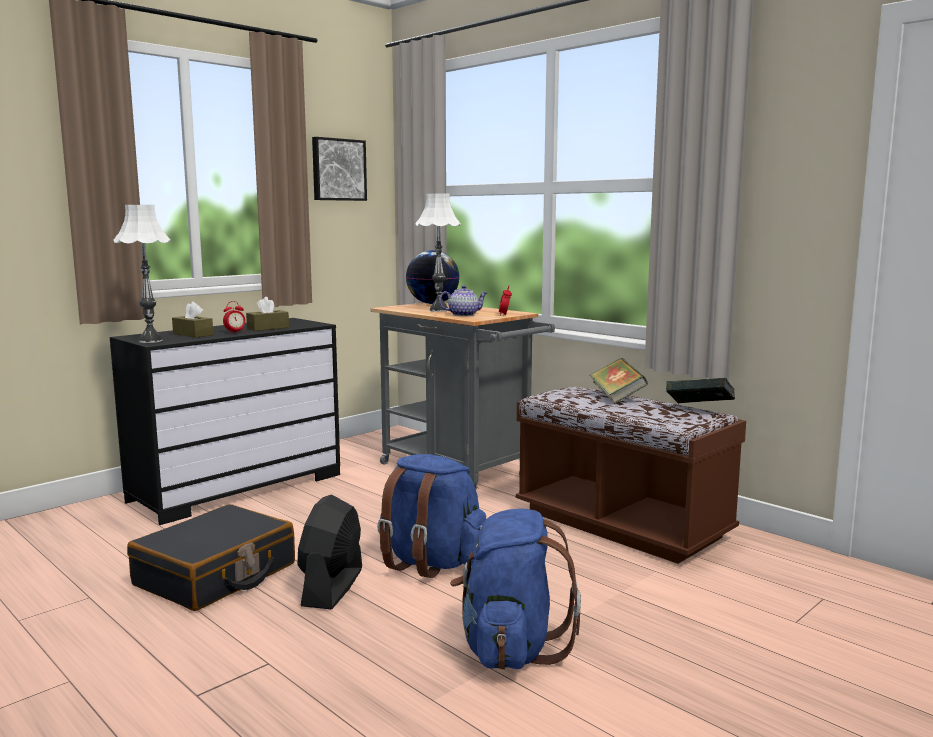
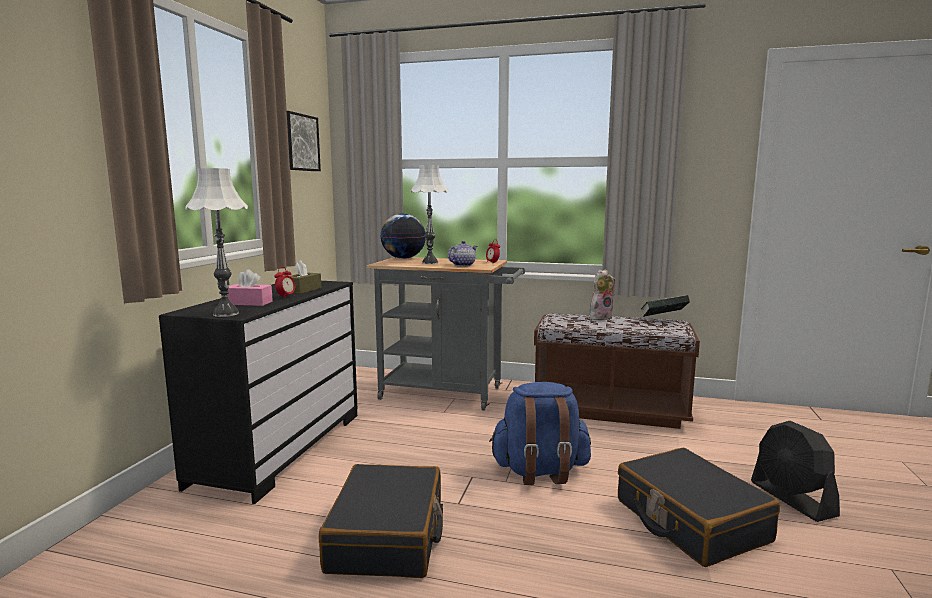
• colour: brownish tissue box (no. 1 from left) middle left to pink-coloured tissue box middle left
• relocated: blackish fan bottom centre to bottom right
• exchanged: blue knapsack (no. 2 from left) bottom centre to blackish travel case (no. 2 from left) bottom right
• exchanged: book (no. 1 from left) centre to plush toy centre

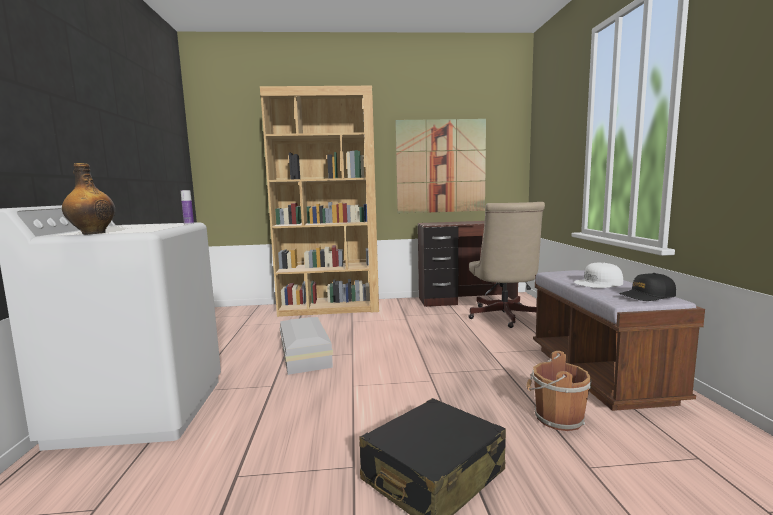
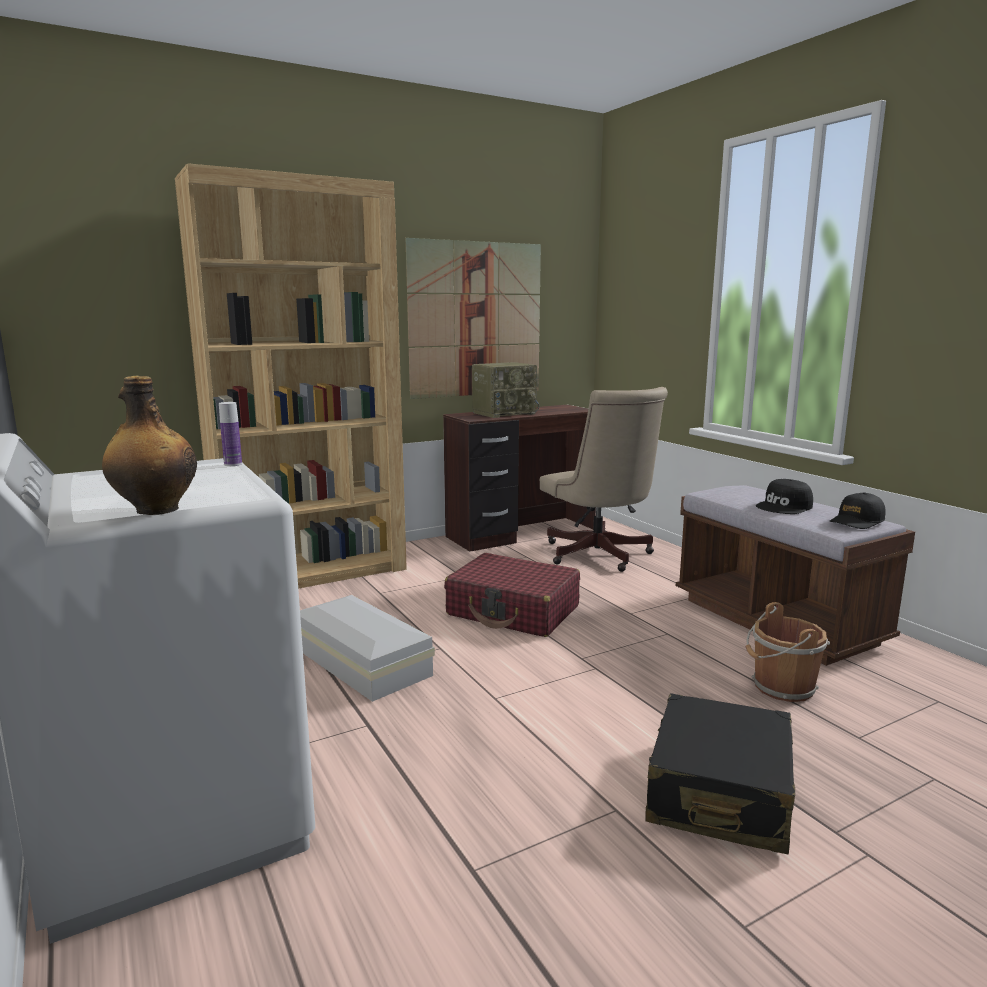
• colour: whitish peaked cap middle right to blackish peaked cap (no. 1 from left) middle right
• appeared: red travel case centre
• appeared: radio receiver centre

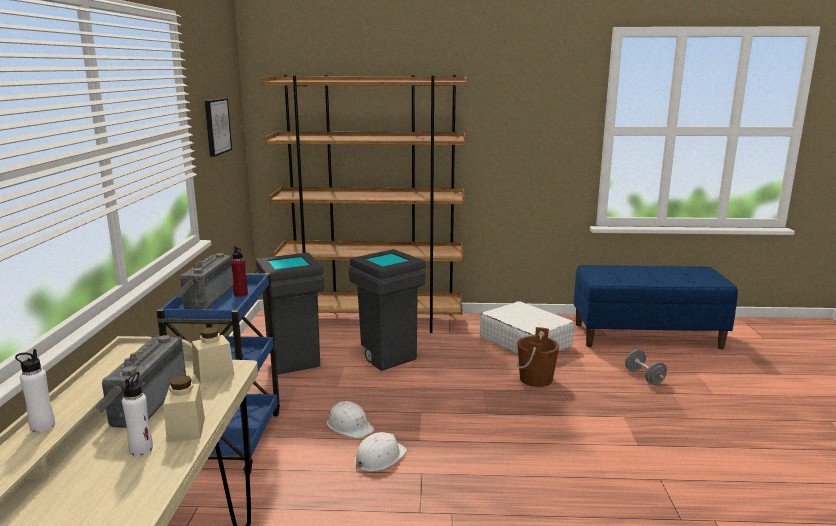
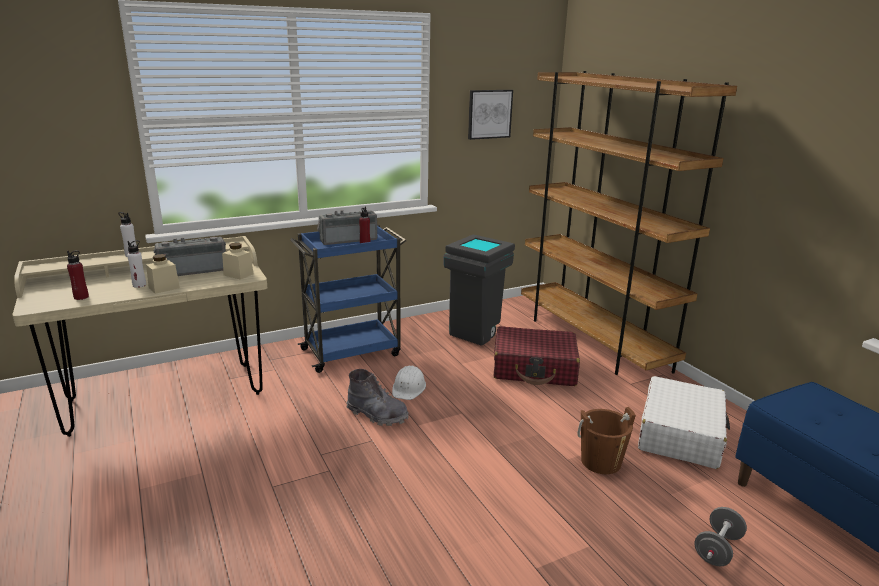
• exchanged: gray rubbish bin (no. 2 from left) centre to red travel case centre
• exchanged: whitish hard hat (no. 2 from left) bottom centre to gray high-top boot bottom centre
• appeared: red beverage bottle (no. 1 from left) middle left

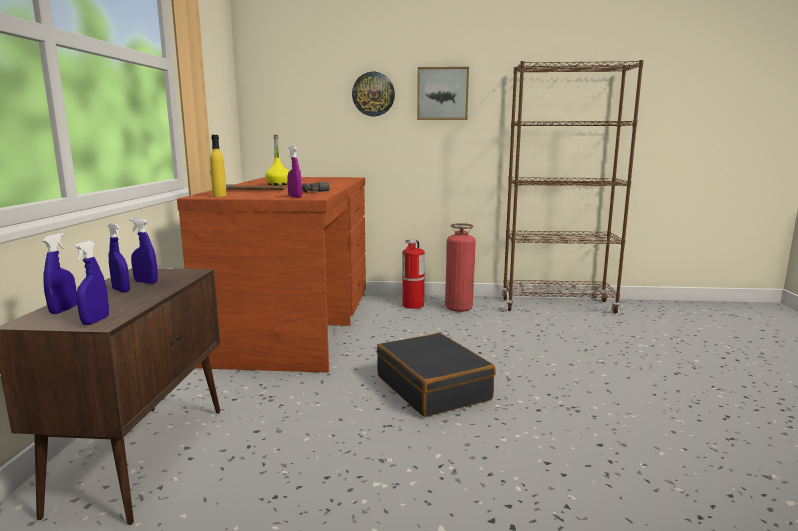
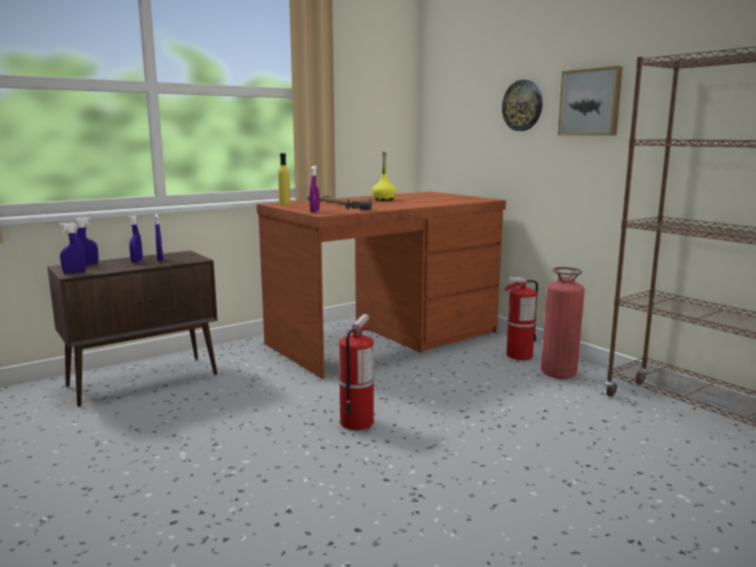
• exchanged: blackish travel case bottom centre to extinguisher (no. 1 from left) centre

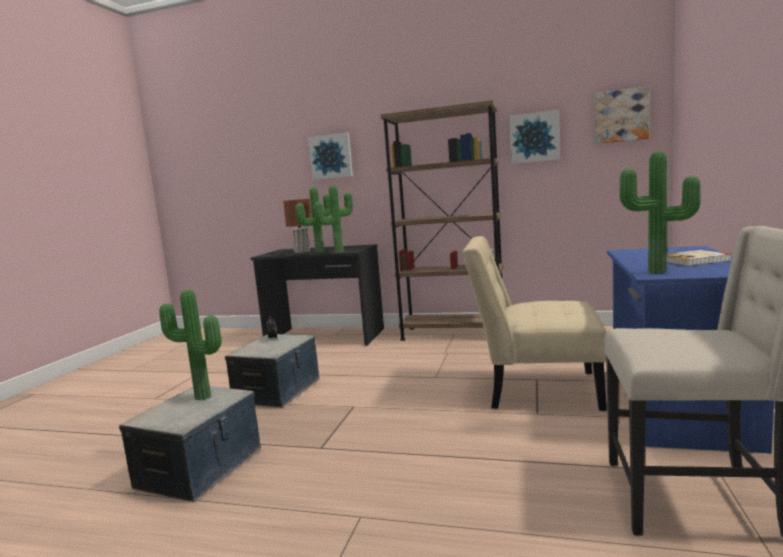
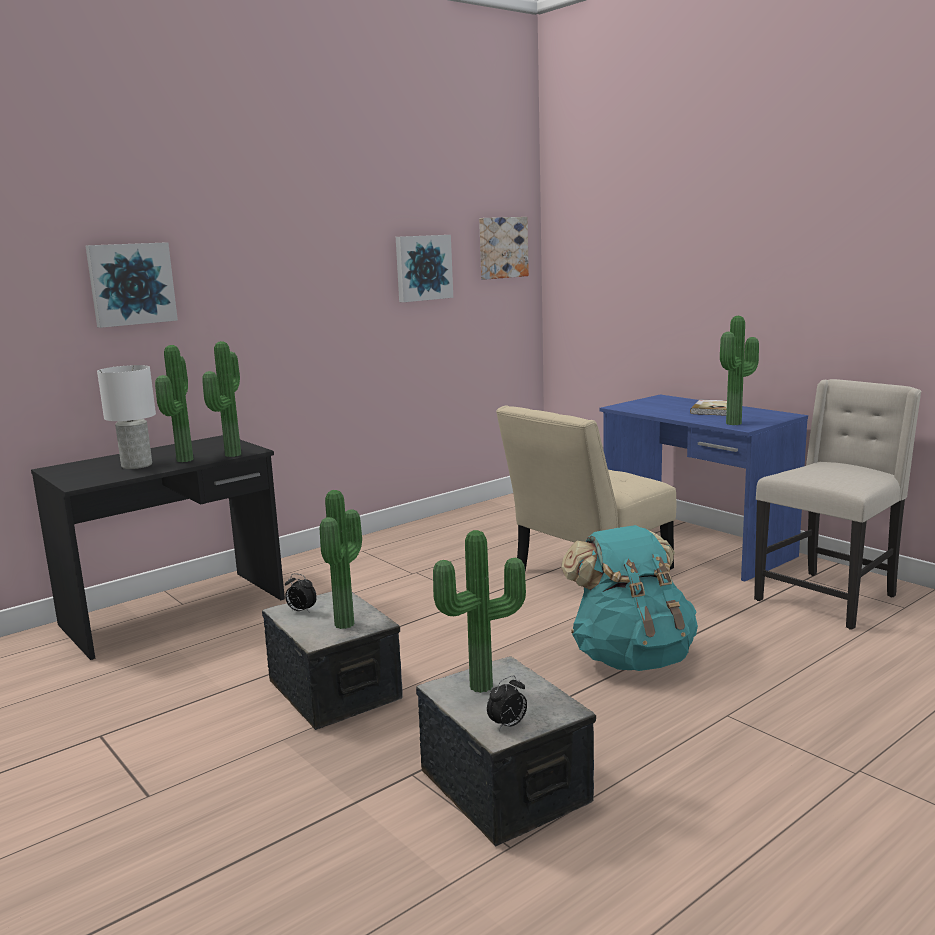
• colour: brownish lamp for a table centre to whitish lamp for a table middle left
• missing: brownish bookcase centre
• appeared: potted plant (no. 3 from left) centre
• appeared: table clock (no. 2 from left) bottom centre
• appeared: turquoise knapsack middle right

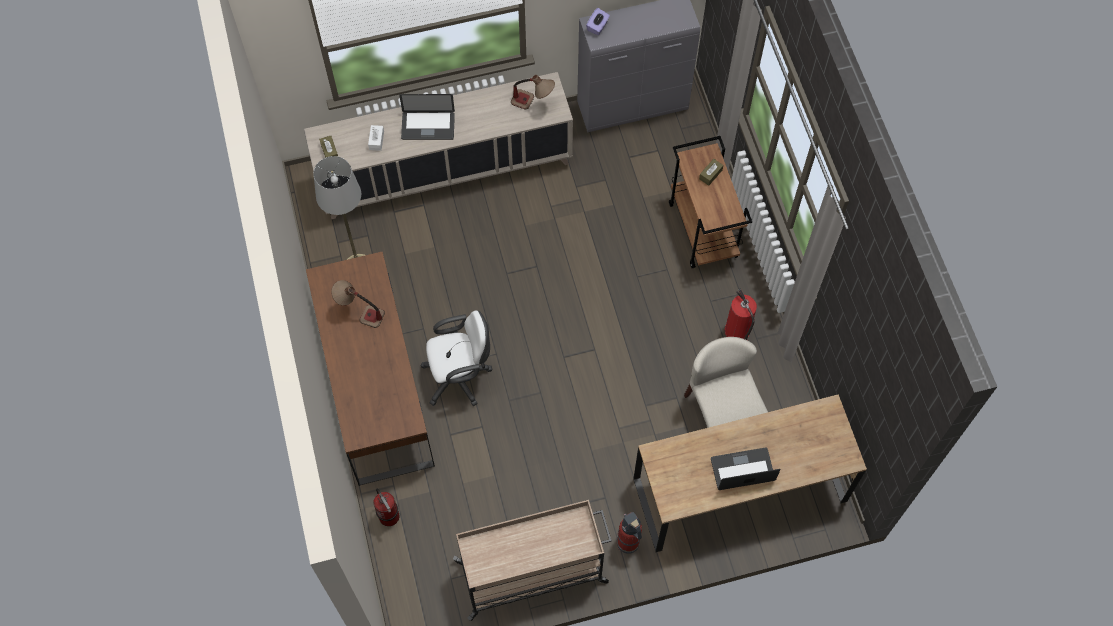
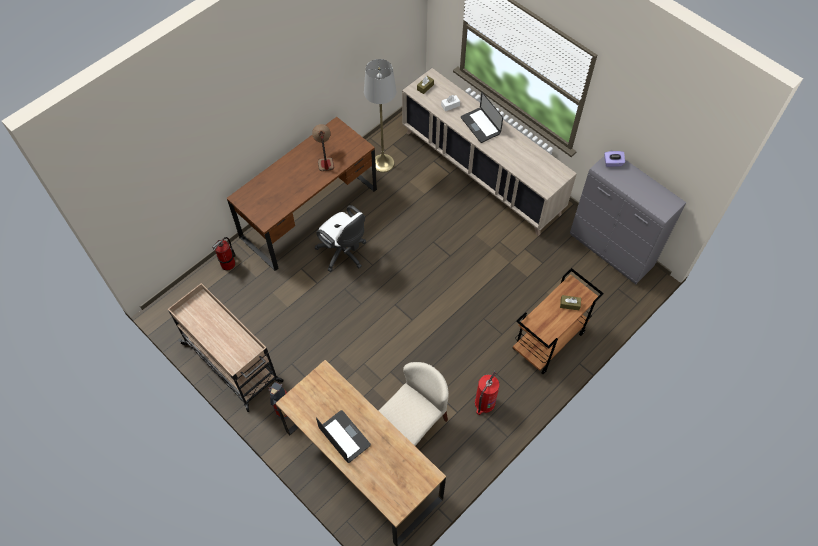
• missing: lamp for a table (no. 2 from left) top centre

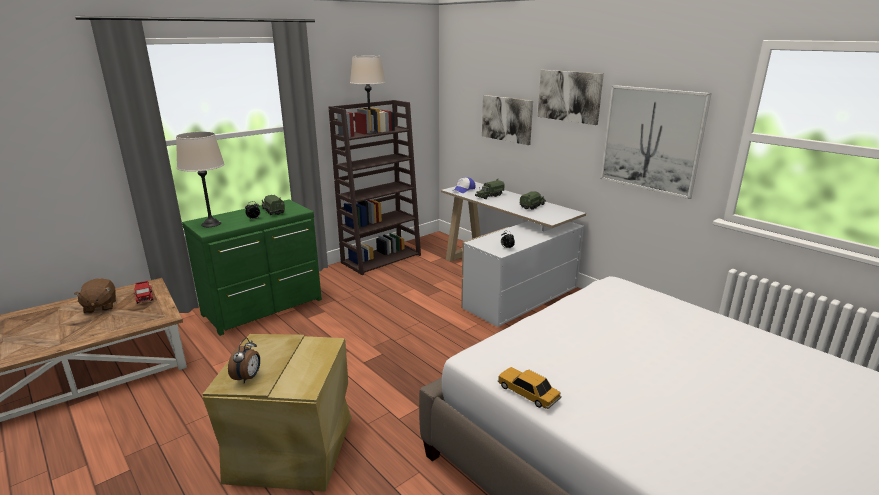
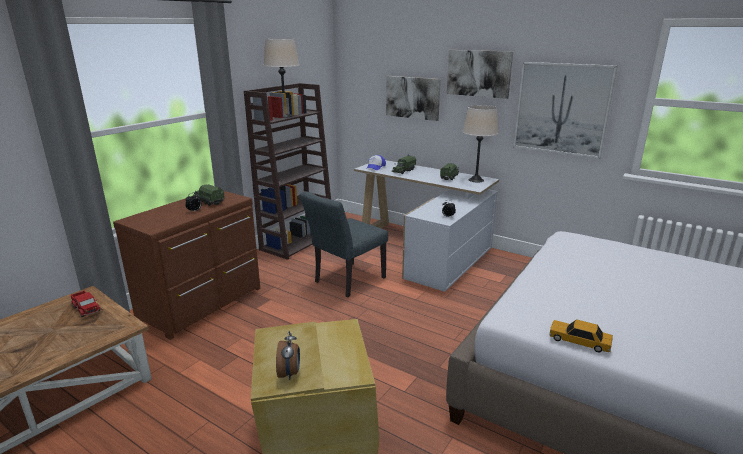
• missing: brownish plush toy middle left
• relocated: beige-coloured lamp for a table (no. 1 from left in the first image) middle left to beige-coloured lamp for a table (no. 2 from left) top centre
• colour: greenish drawer chest middle left to brownish drawer chest middle left
• appeared: gray chair centre

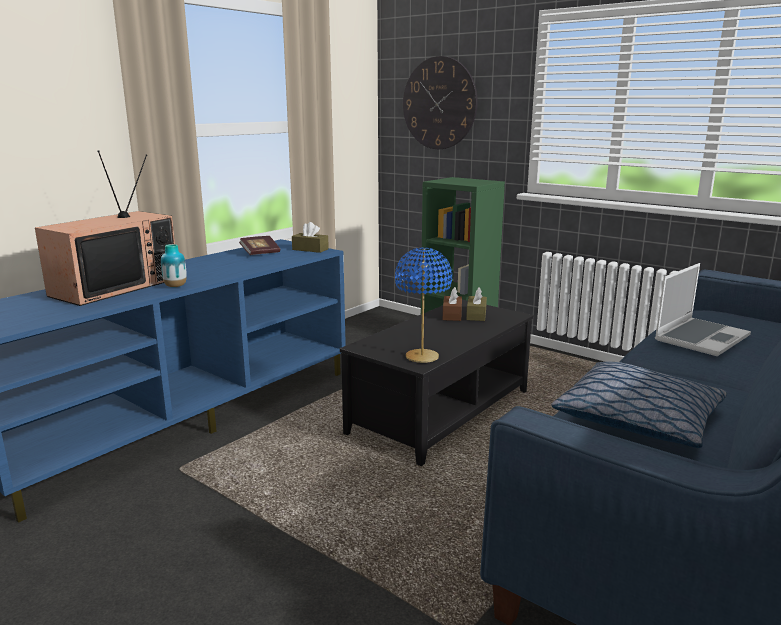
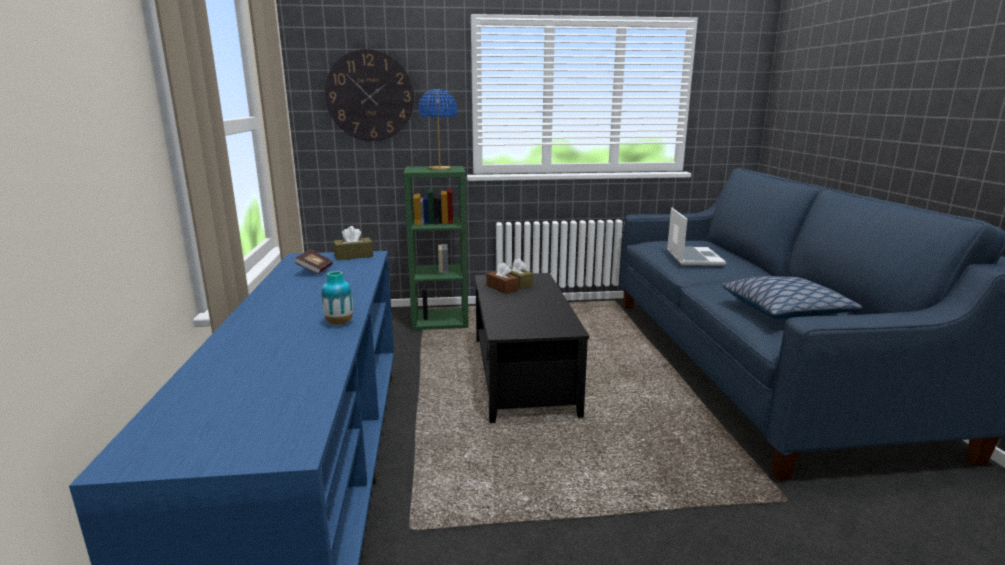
• missing: television middle left
• relocated: blue lamp for a table centre to top centre

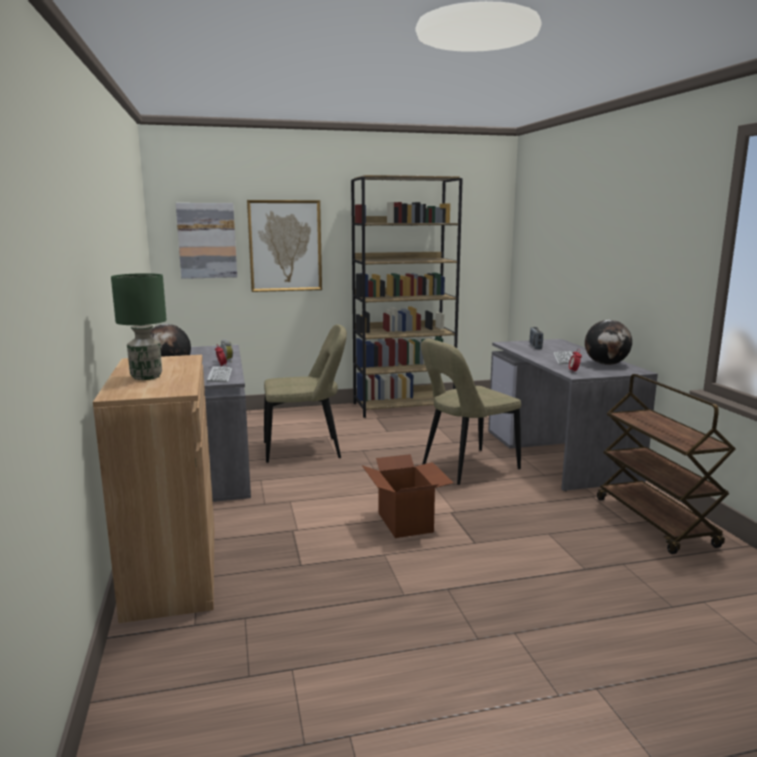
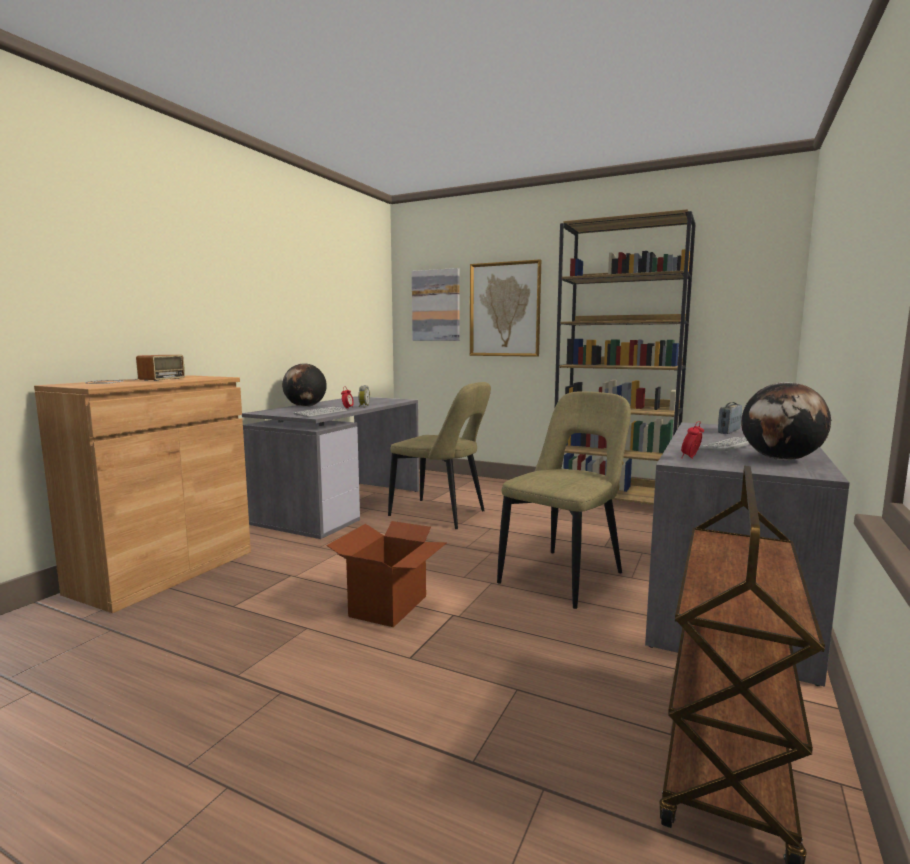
• exchanged: greenish lamp for a table middle left to radio receiver (no. 1 from left) middle left
• spun: beige-coloured chair (no. 2 from left) centre = centre 120 degrees clockwise

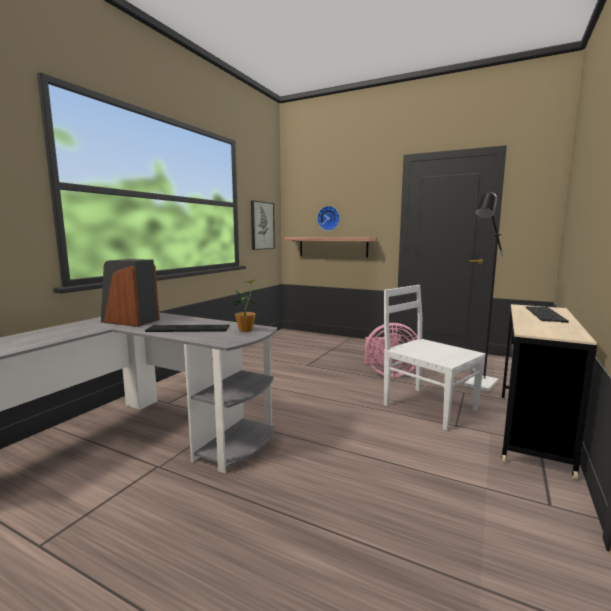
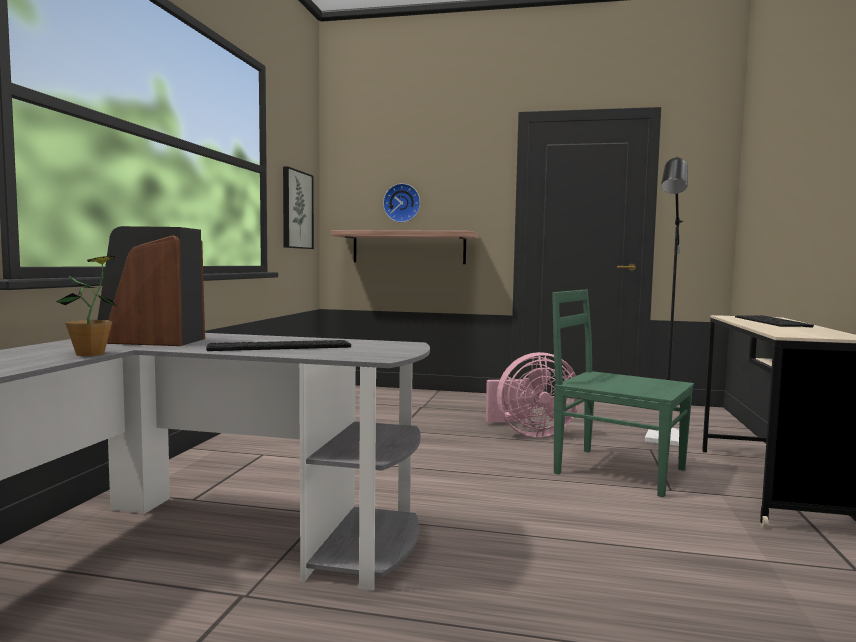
• relocated: potted plant centre to middle left
• colour: whitish chair middle right to greenish chair middle right

